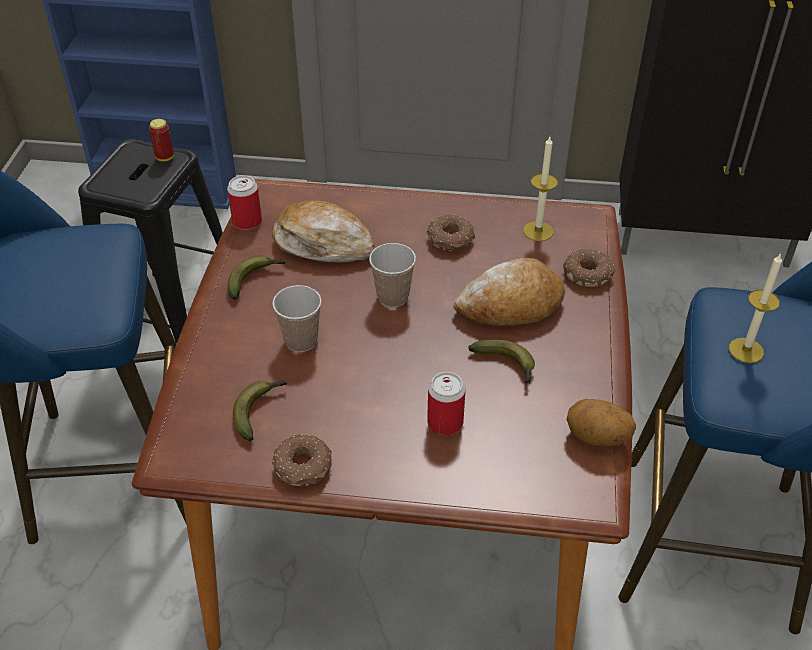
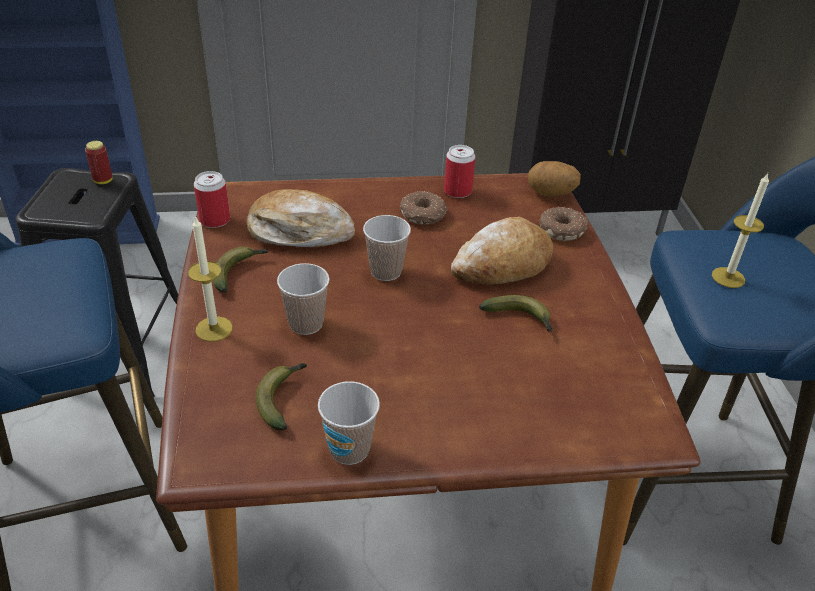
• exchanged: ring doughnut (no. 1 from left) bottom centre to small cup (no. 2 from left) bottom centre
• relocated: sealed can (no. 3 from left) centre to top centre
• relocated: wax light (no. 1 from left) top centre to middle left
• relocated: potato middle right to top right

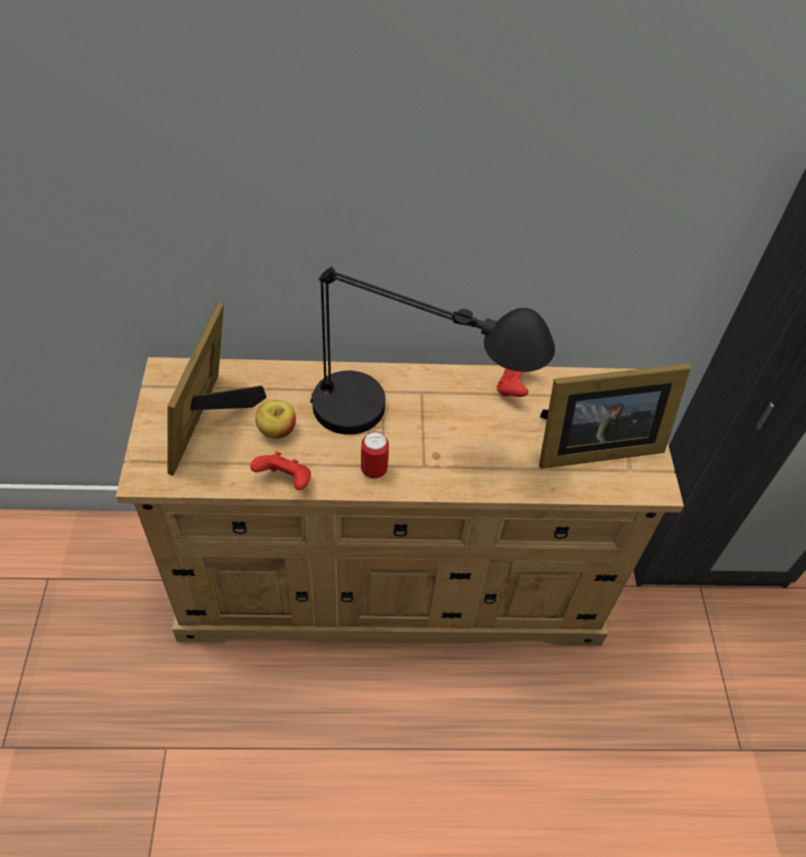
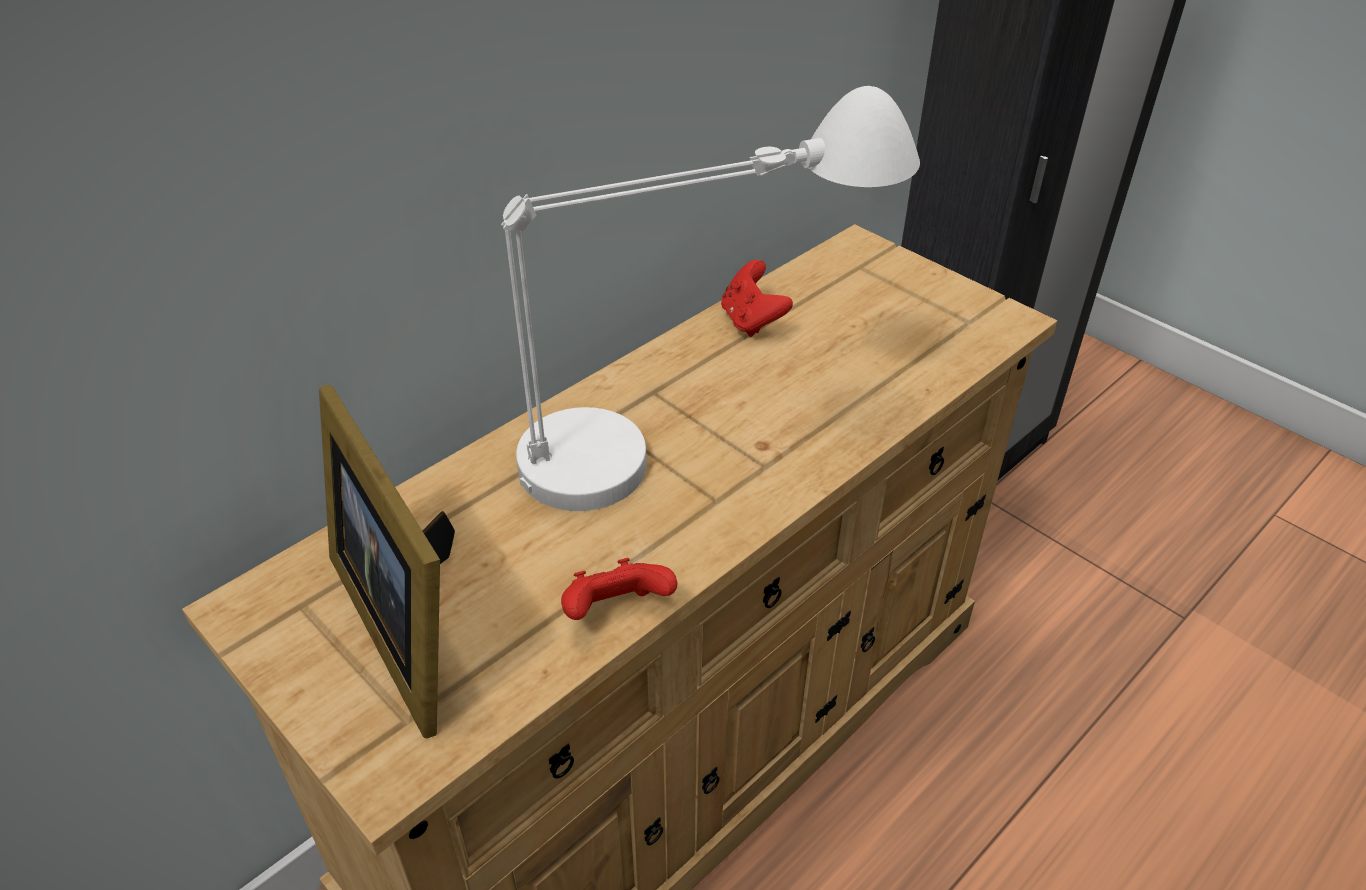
• missing: apple fruit centre
• colour: blackish lamp for a table centre to whitish lamp for a table centre
• missing: sealed can centre
• missing: photo frame (no. 2 from left) middle right

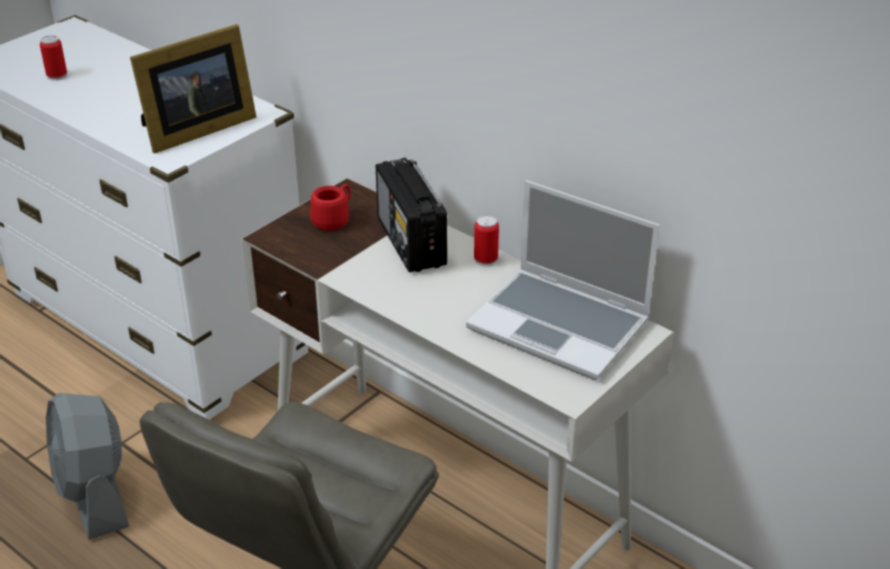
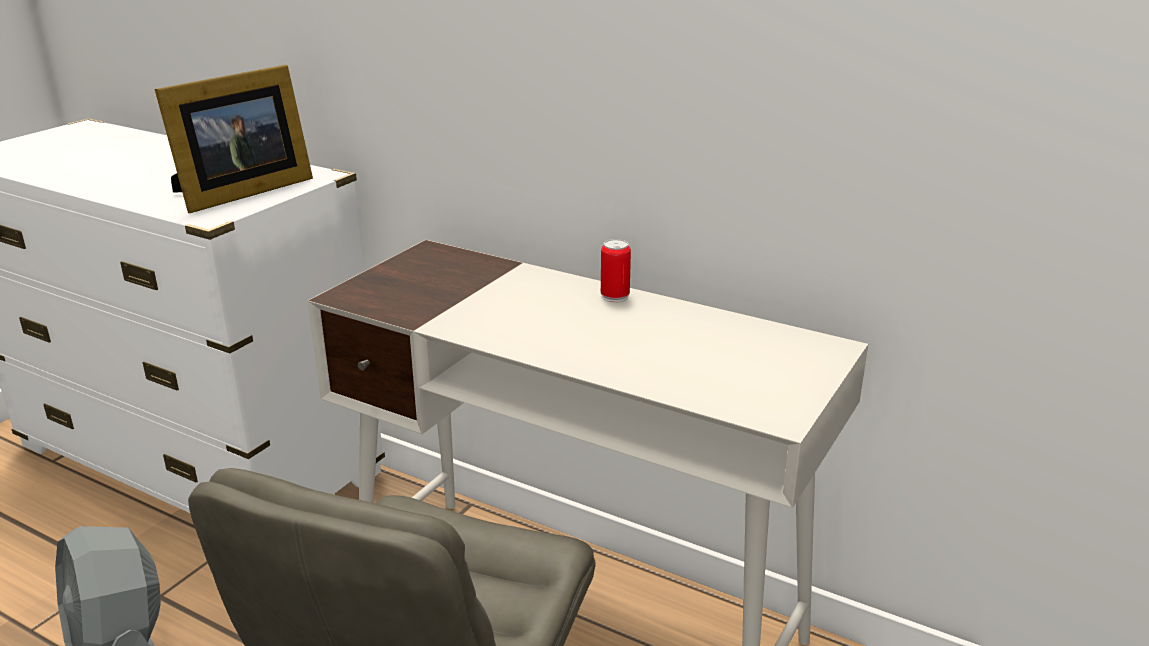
• missing: sealed can (no. 1 from left) top left
• missing: red tea mug centre
• missing: radio receiver centre
• missing: notebook computer centre

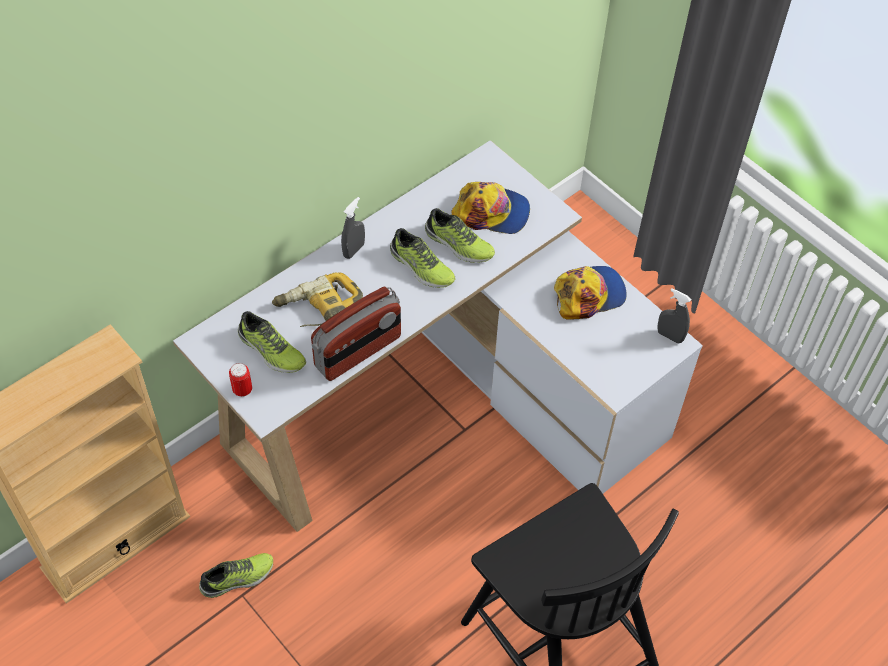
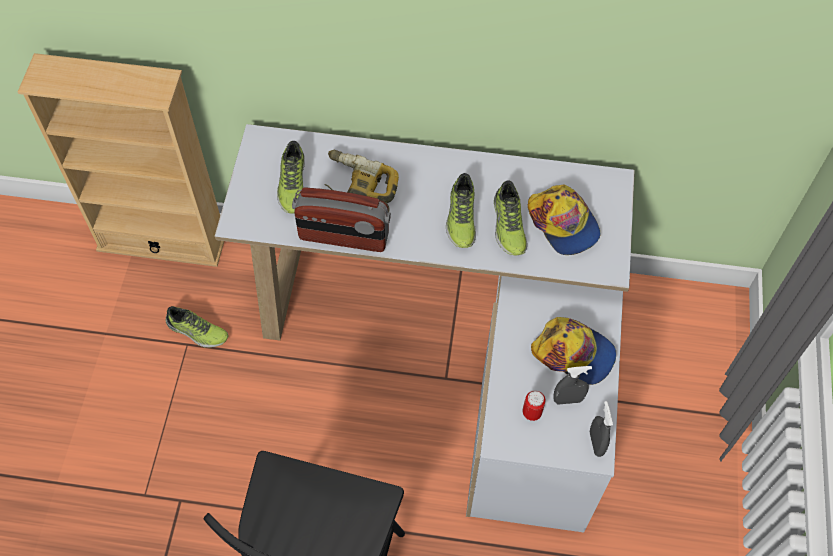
• relocated: sealed can middle left to bottom centre
• relocated: gray spray bottle (no. 1 from left) centre to bottom right

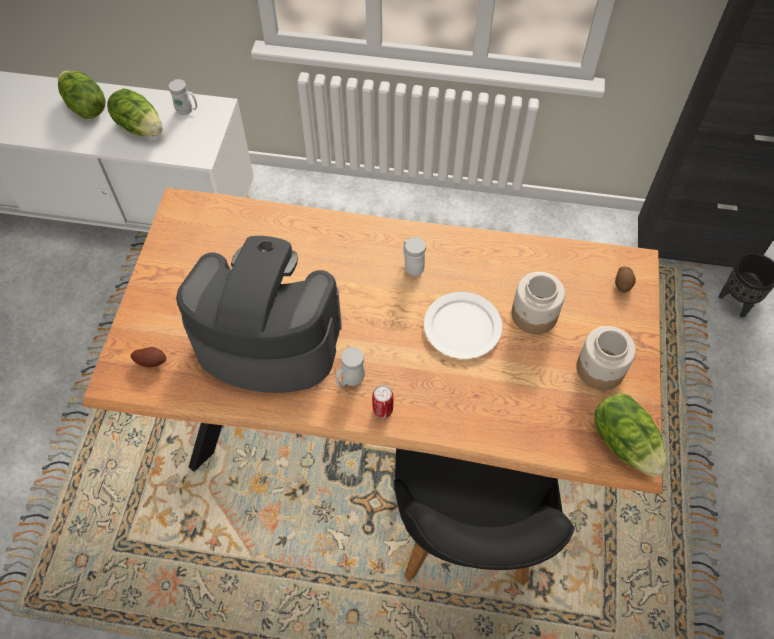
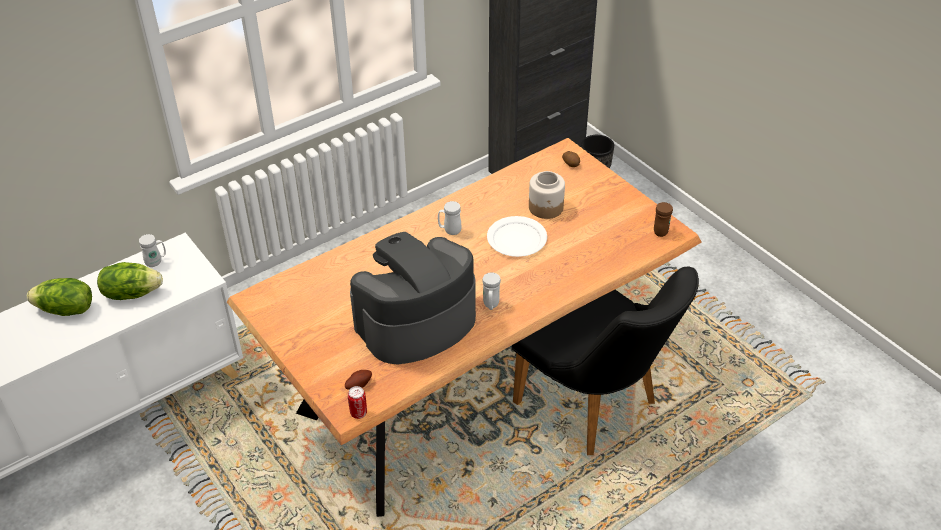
• relocated: sealed can centre to bottom centre
• missing: storage jar (no. 2 from left) middle right
• exchanged: lettuce (no. 3 from left) bottom right to brownish tea mug middle right

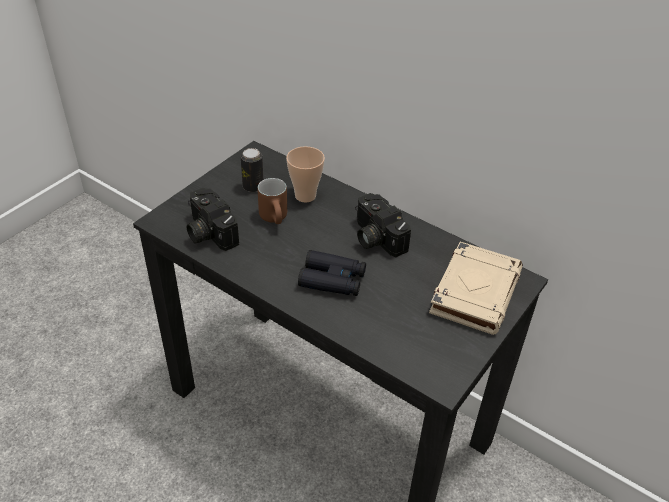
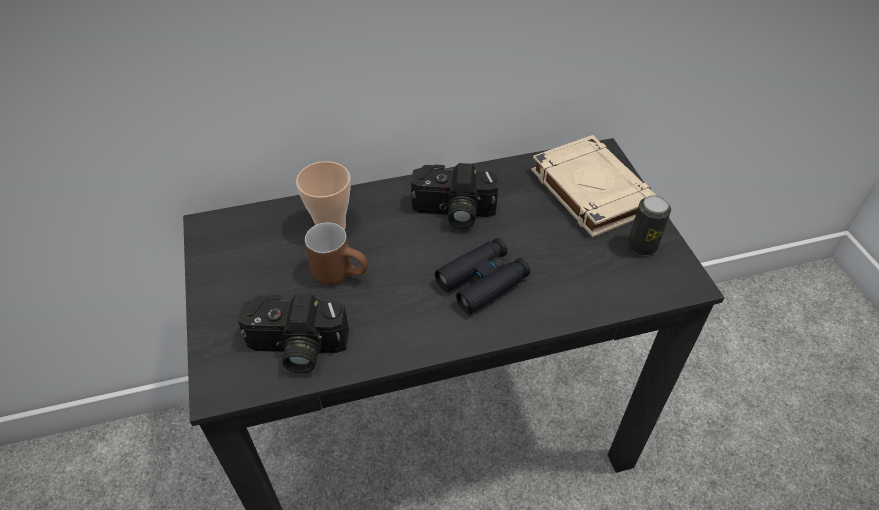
• relocated: sealed can centre to middle right

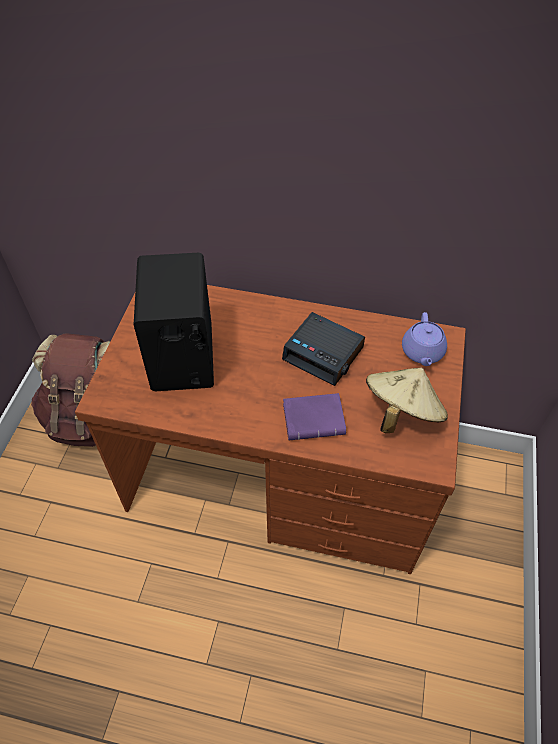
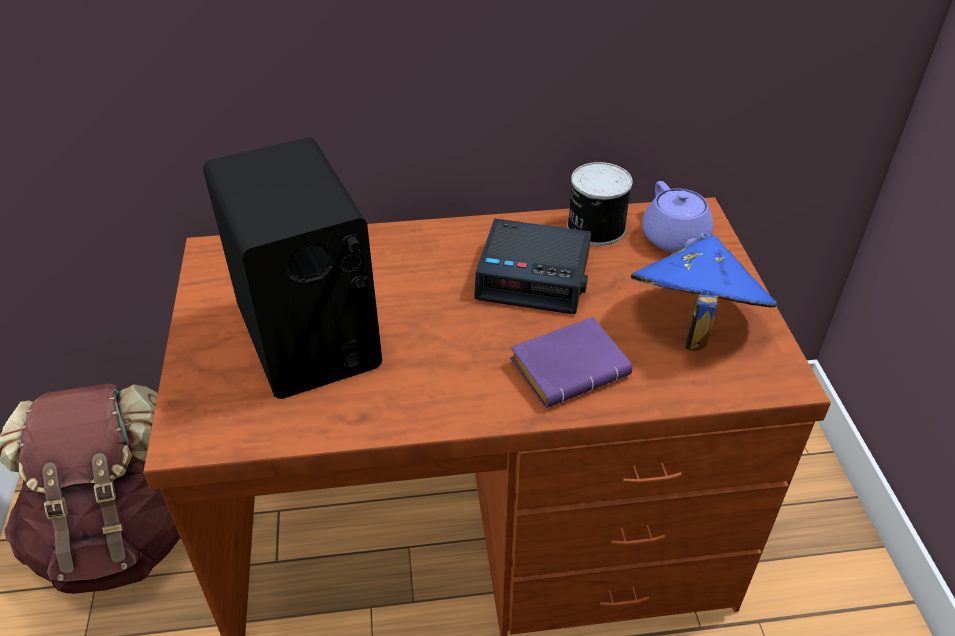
• colour: beige-coloured hat middle right to blue hat middle right
• appeared: sealed can top centre

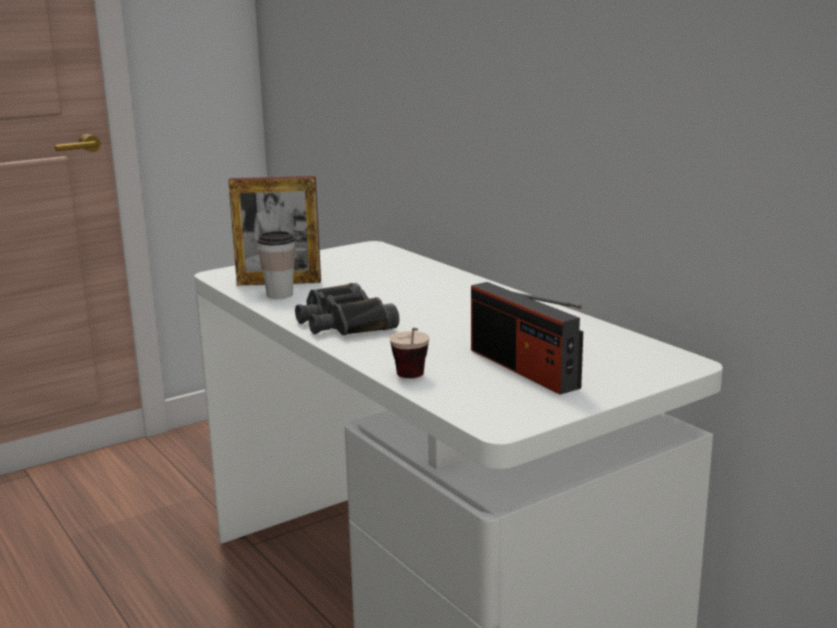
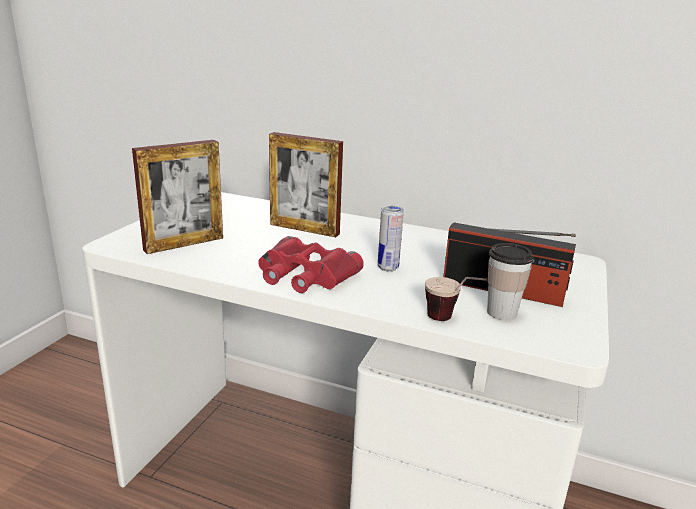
• relocated: small cup (no. 1 from left in the first image) middle left to small cup (no. 2 from left) middle right
• colour: blackish field glasses centre to red field glasses centre
• appeared: photo frame (no. 2 from left) centre
• appeared: sealed can centre

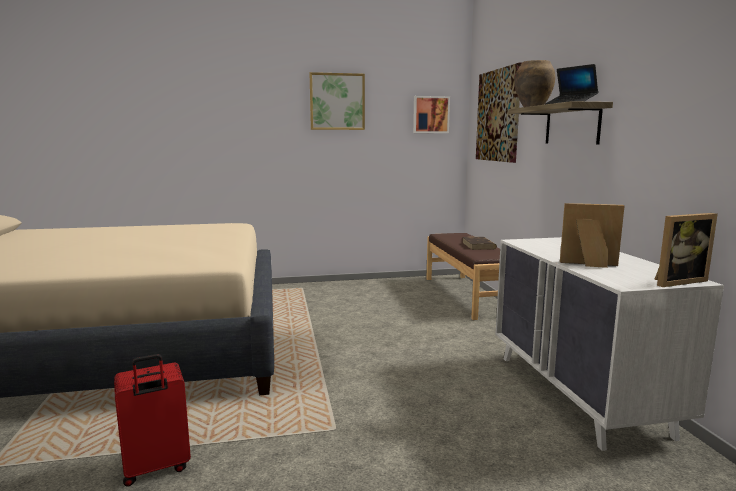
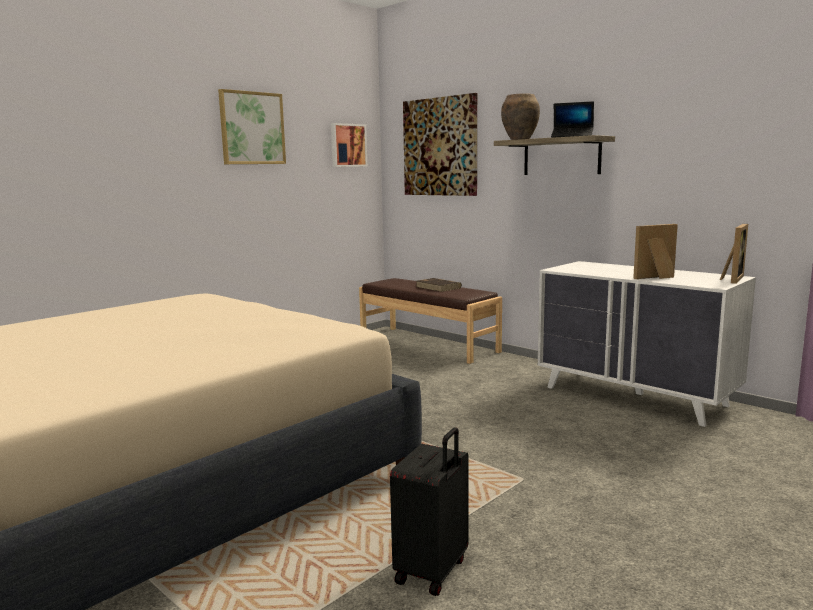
• colour: red travel case bottom left to blackish travel case bottom centre

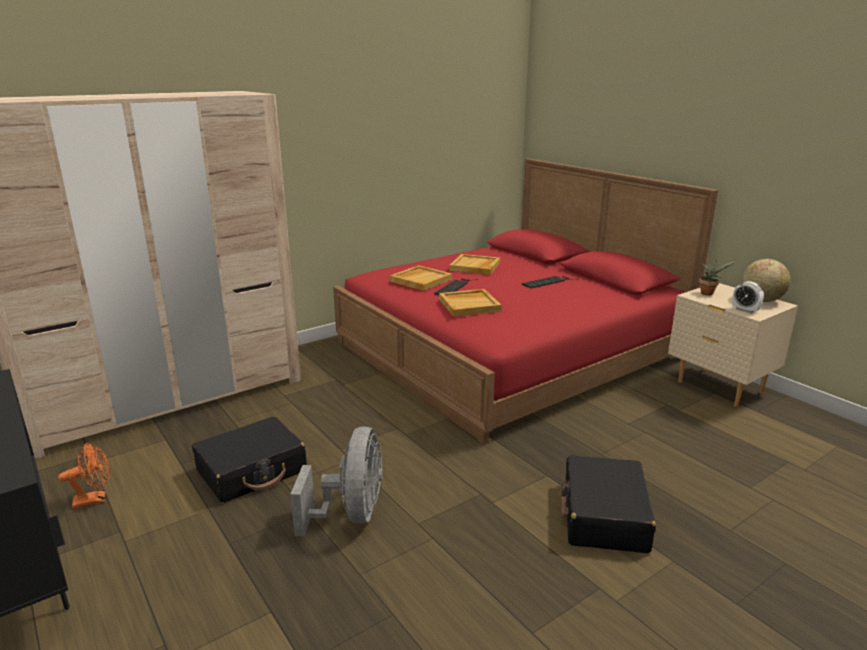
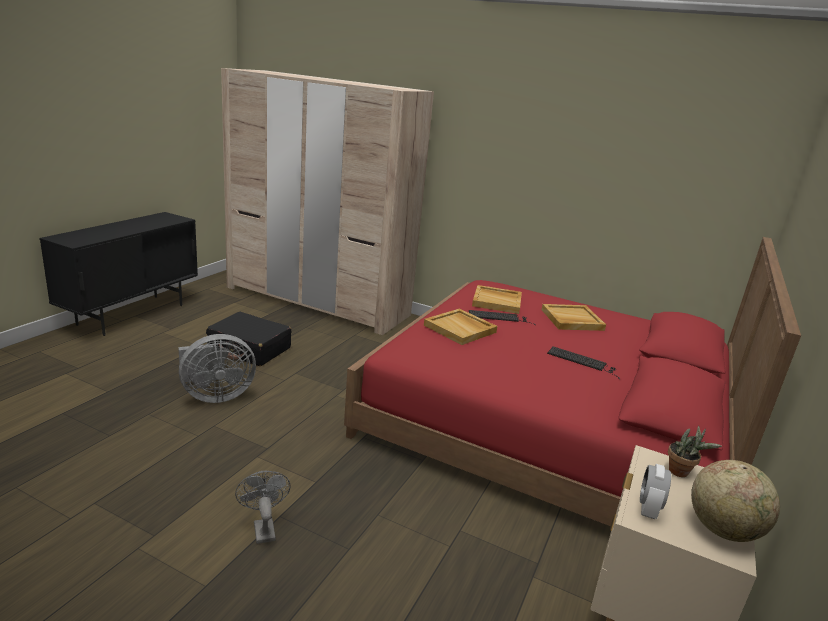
• missing: orange fan bottom left
• exchanged: blackish travel case (no. 2 from left) bottom right to gray fan (no. 2 from left) bottom left

